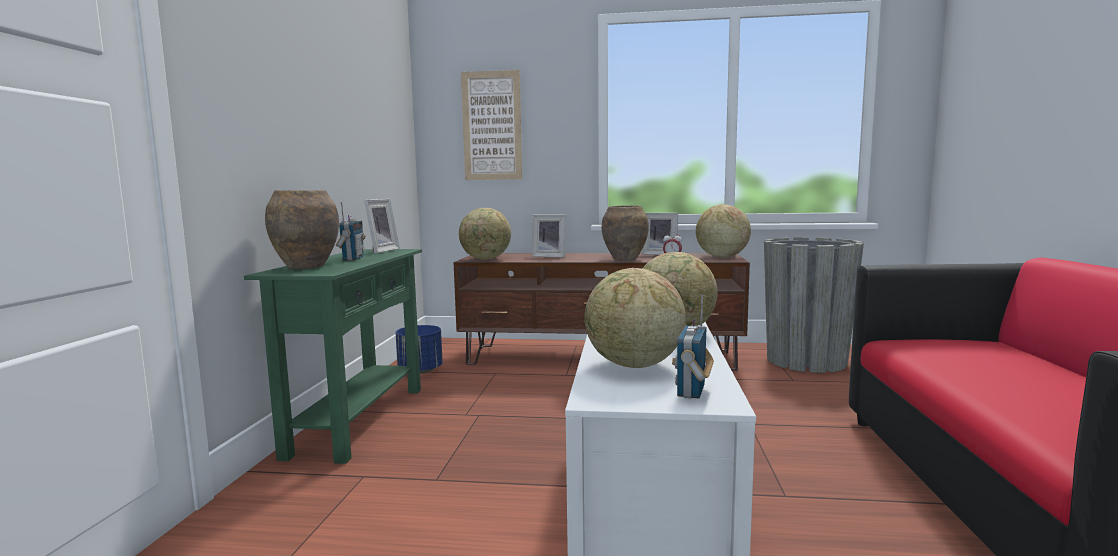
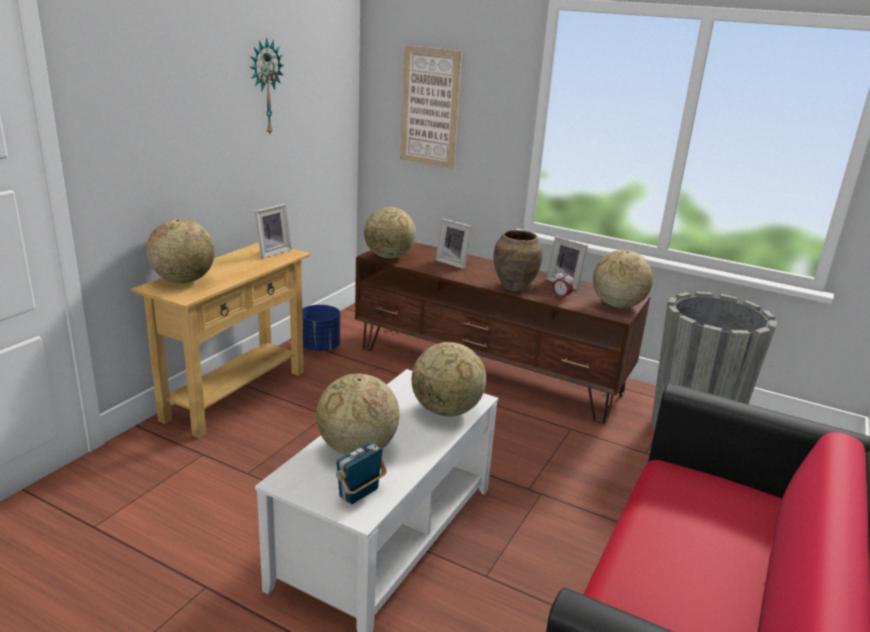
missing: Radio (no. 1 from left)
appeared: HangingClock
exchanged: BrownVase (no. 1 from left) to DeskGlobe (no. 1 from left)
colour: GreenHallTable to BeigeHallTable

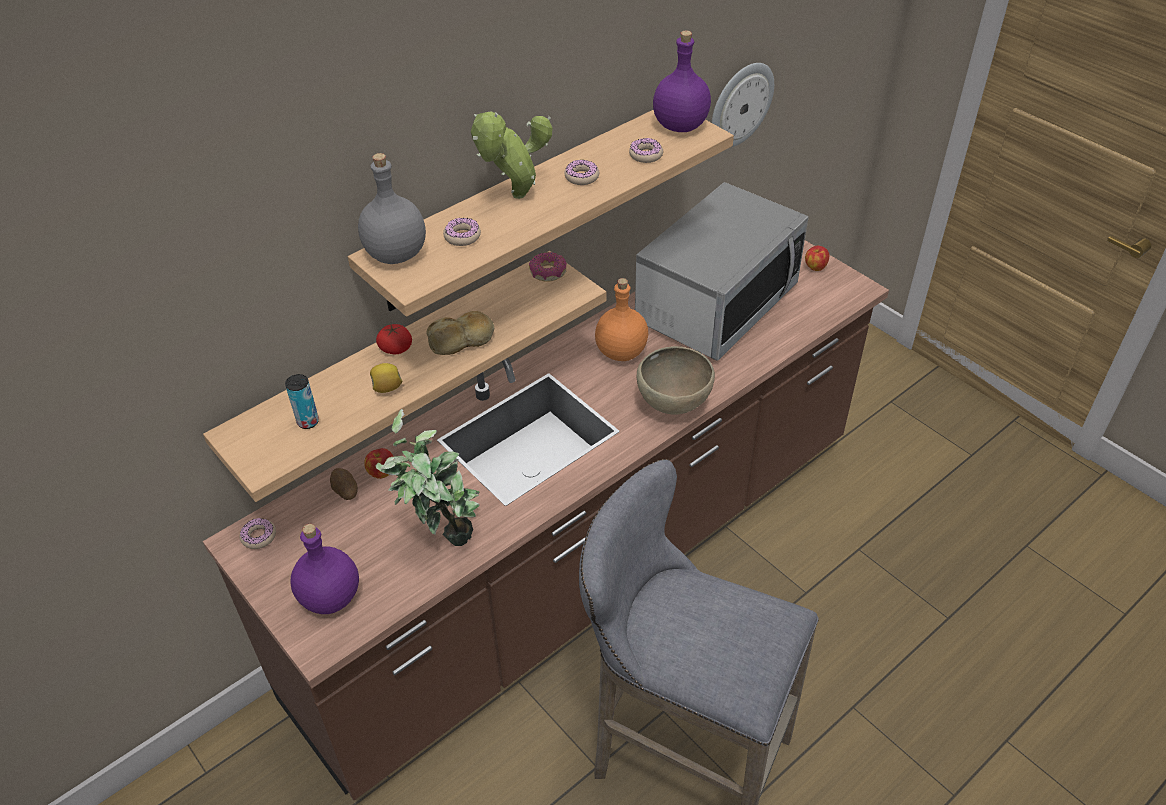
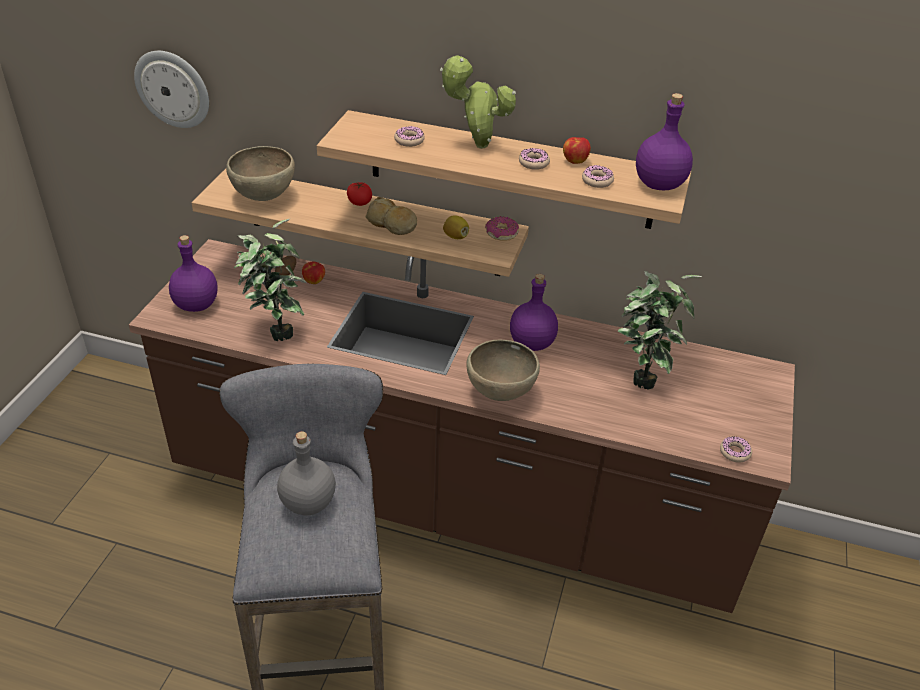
relocated: Doughnut (no. 1 from left in the first image) to Doughnut (no. 5 from left); GrayBeverageBottle; WholeLemon; HangingClock; Apple (no. 2 from left)
exchanged: Can to BrownServingBowl (no. 1 from left); MicrowaveOven to Houseplant (no. 3 from left)
colour: OrangeBeverageBottle to PurpleColouredBeverageBottle (no. 2 from left)

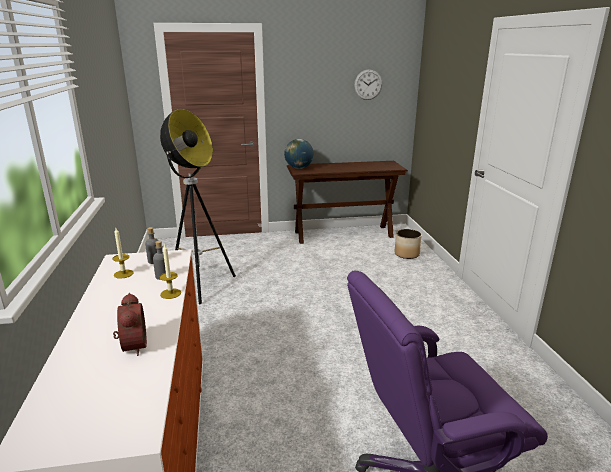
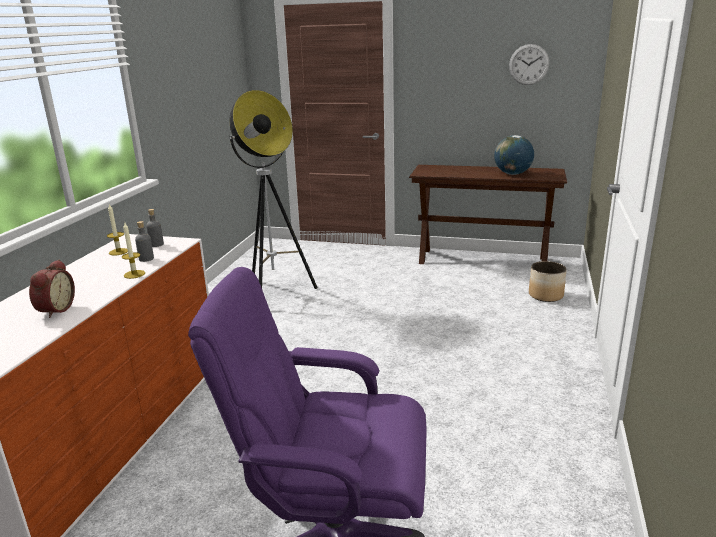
relocated: DeskGlobe

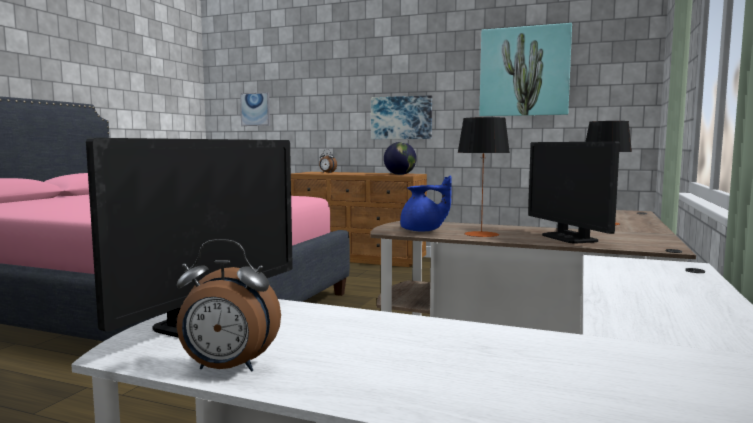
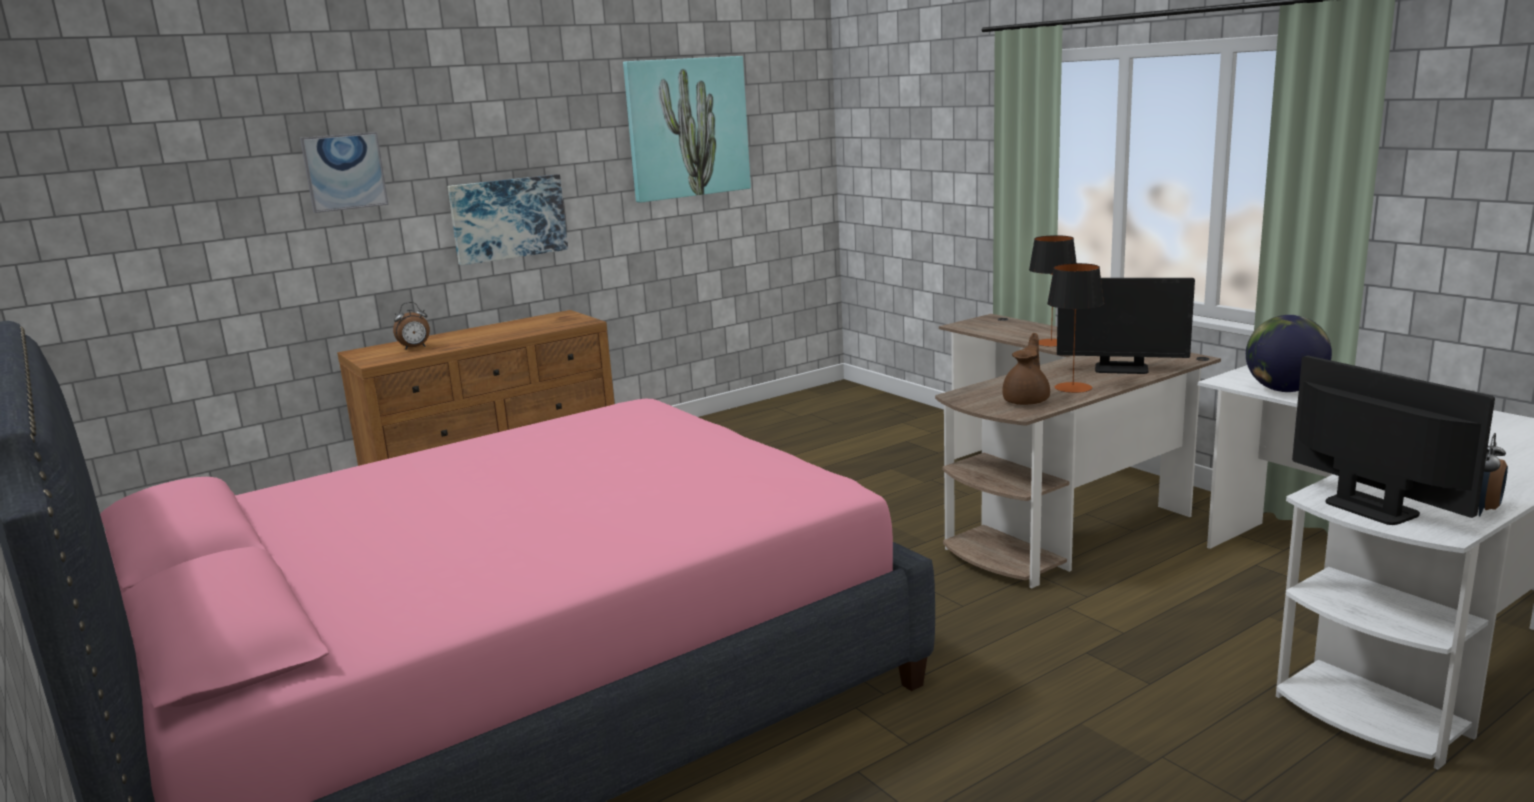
relocated: WallPicture (no. 1 from left); DeskGlobe
colour: BlueColouredPotForTea to BrownPotForTea

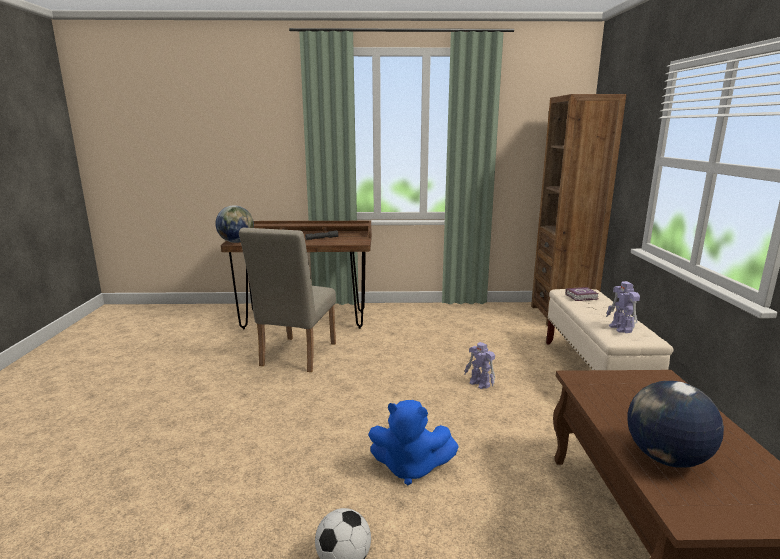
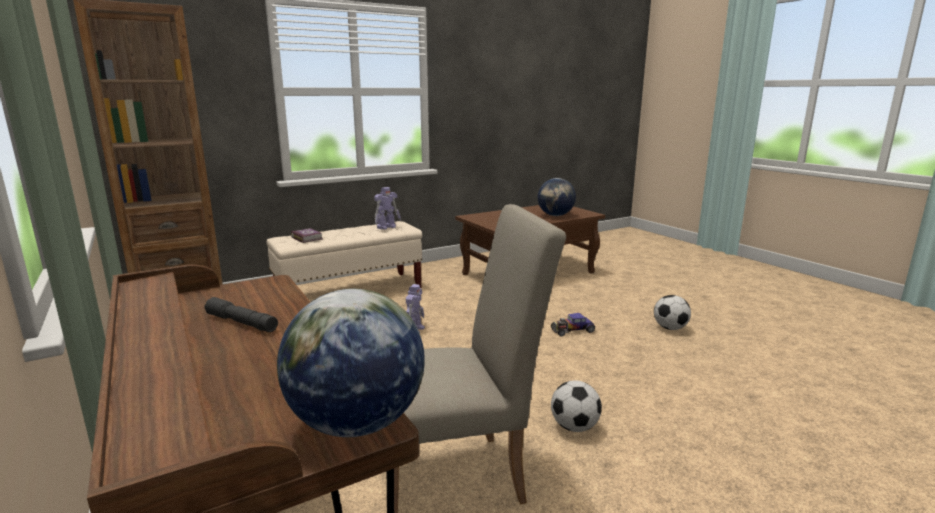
appeared: FootballBall (no. 1 from left)
exchanged: BlueColouredPlushToy to MiniatureCar

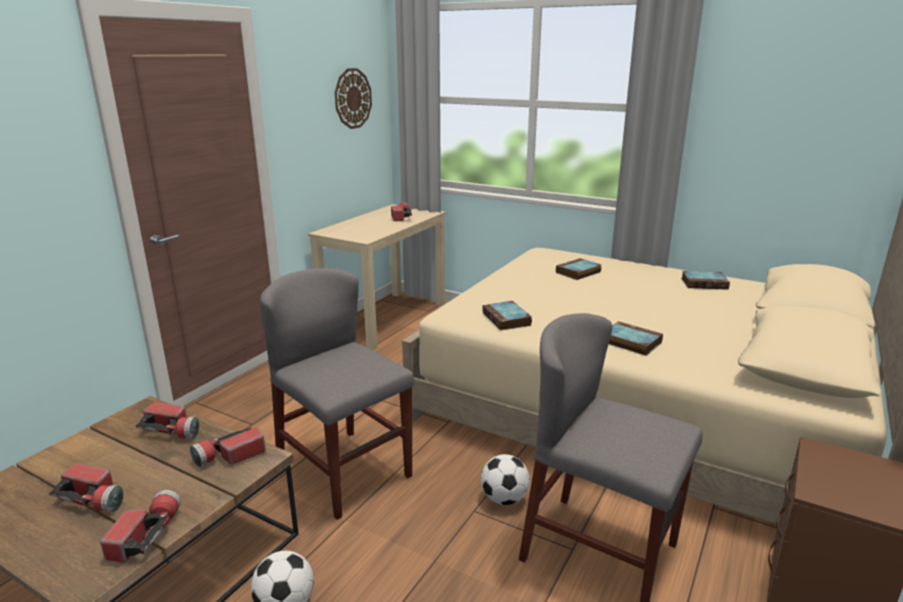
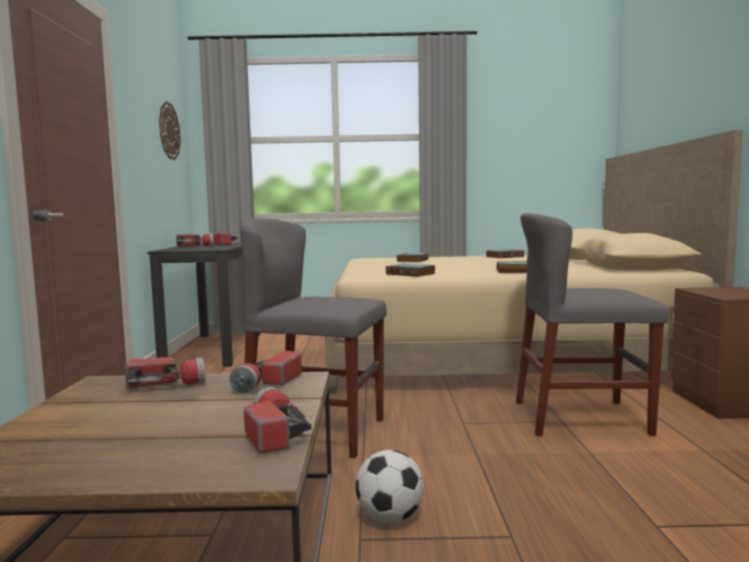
missing: FootballBall (no. 2 from left)
relocated: HandTorch (no. 1 from left in the first image) to HandTorch (no. 2 from left)
colour: BeigeDeskTable to BlackishDeskTable

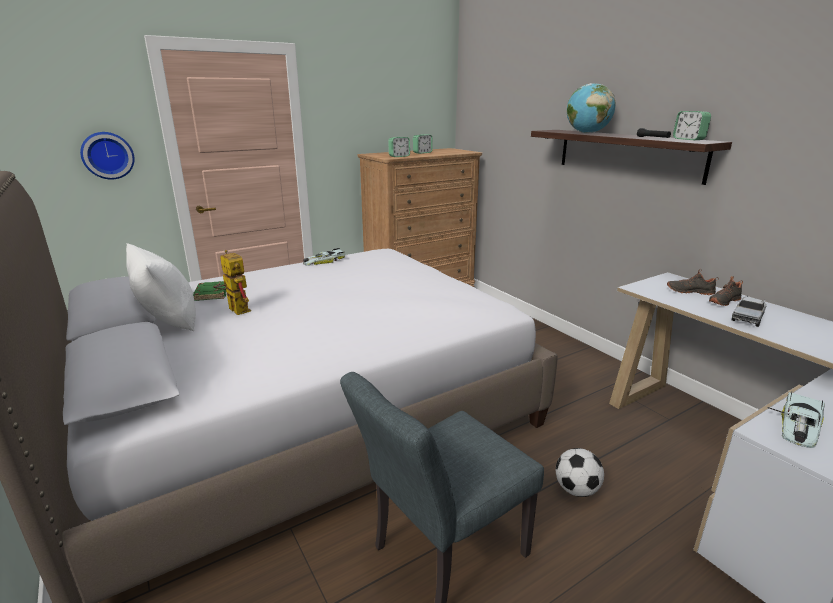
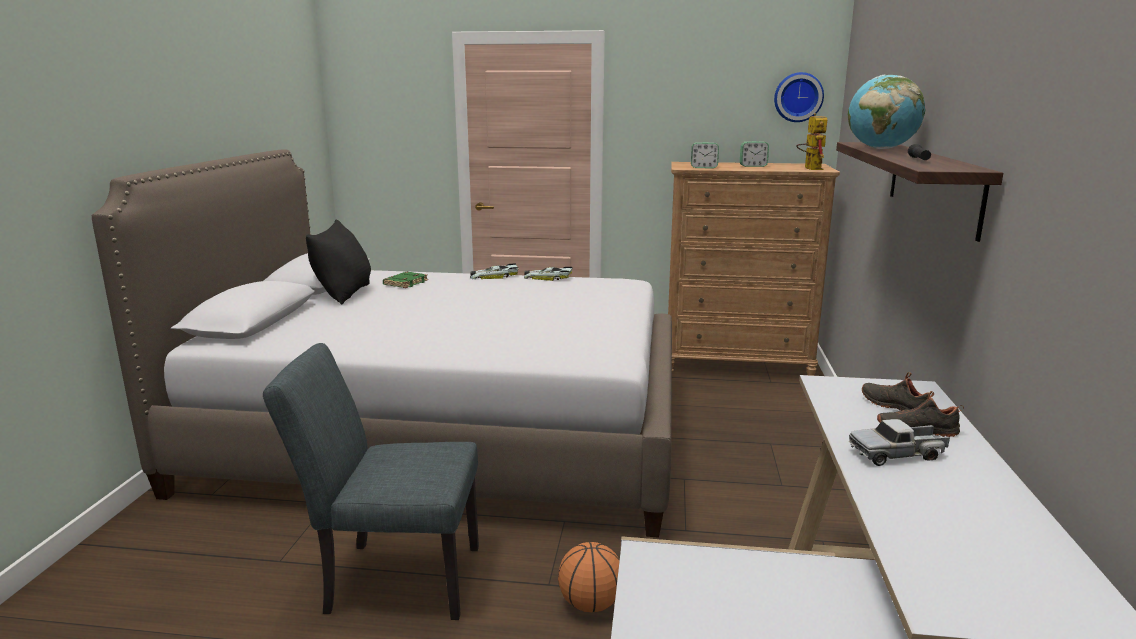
missing: BedsideClock (no. 3 from left)
relocated: HangingClock; ToyRobot; MiniatureCar (no. 2 from left in the first image) to MiniatureCar (no. 1 from left)
exchanged: FootballBall to Basketball
colour: WhitePillow to BlackishPillow

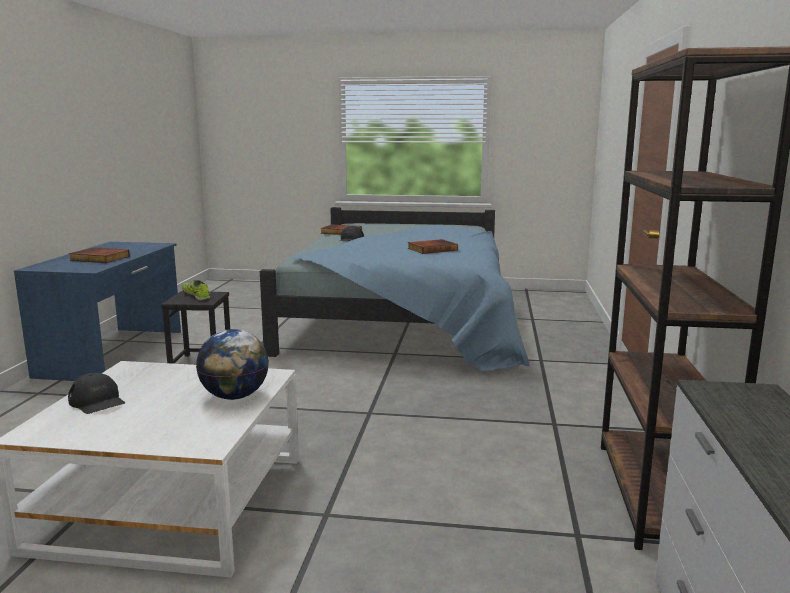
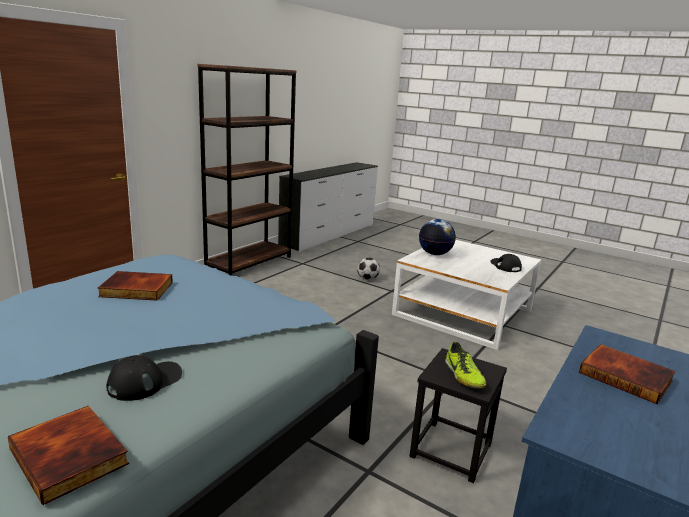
appeared: FootballBall

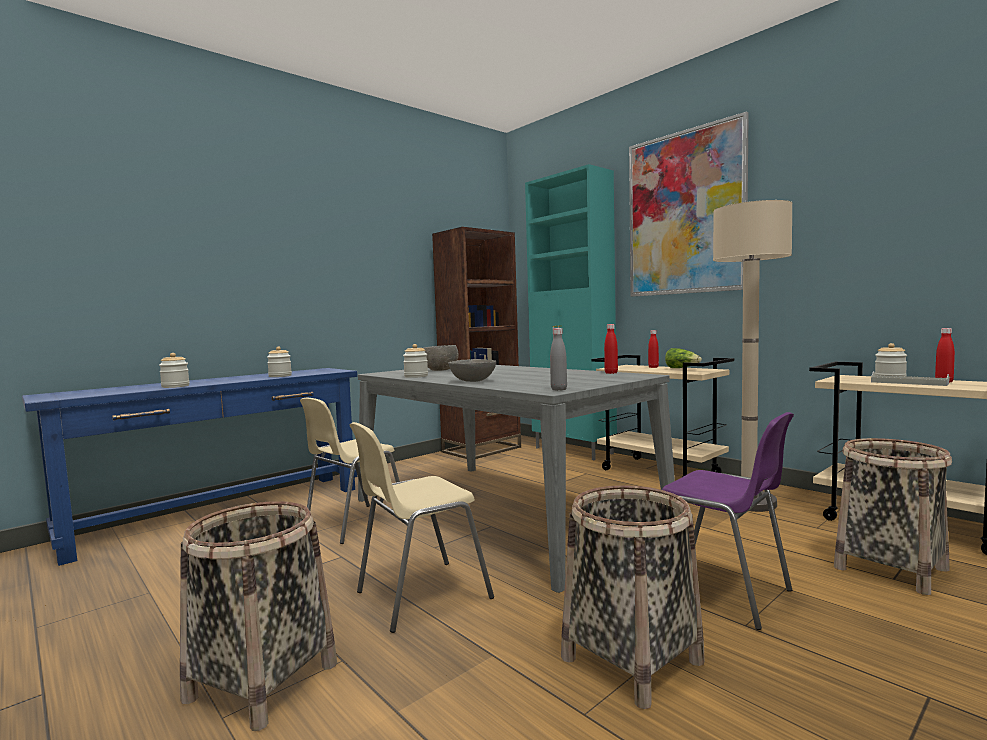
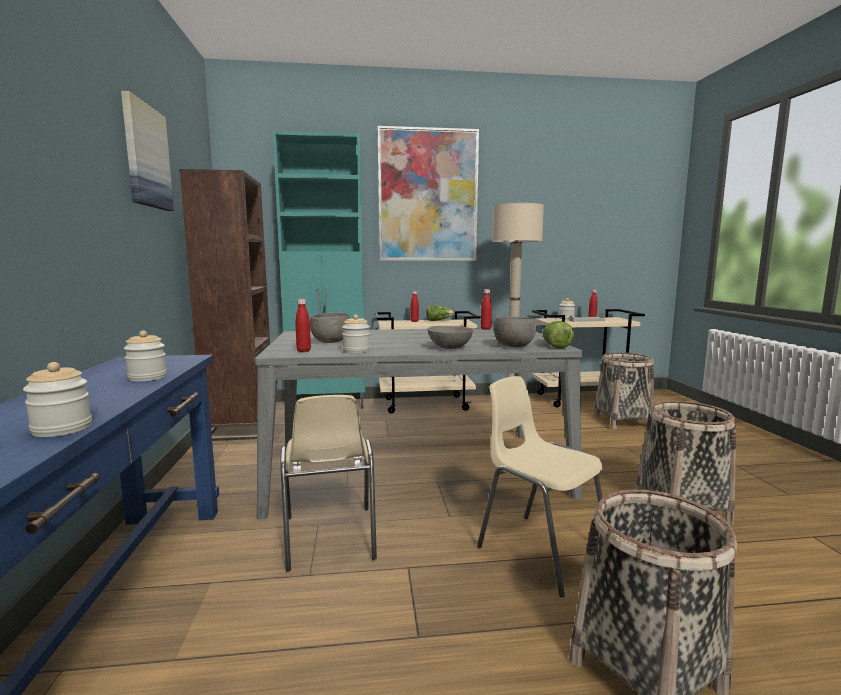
missing: PurpleColouredChair
appeared: WallPicture (no. 1 from left); RedBeverageBottle (no. 1 from left); GrayServingBowl (no. 3 from left)
exchanged: GrayBeverageBottle to HeadOfLettuce (no. 2 from left)
spun: BeigeChair (no. 2 from left) 135 degrees clockwise

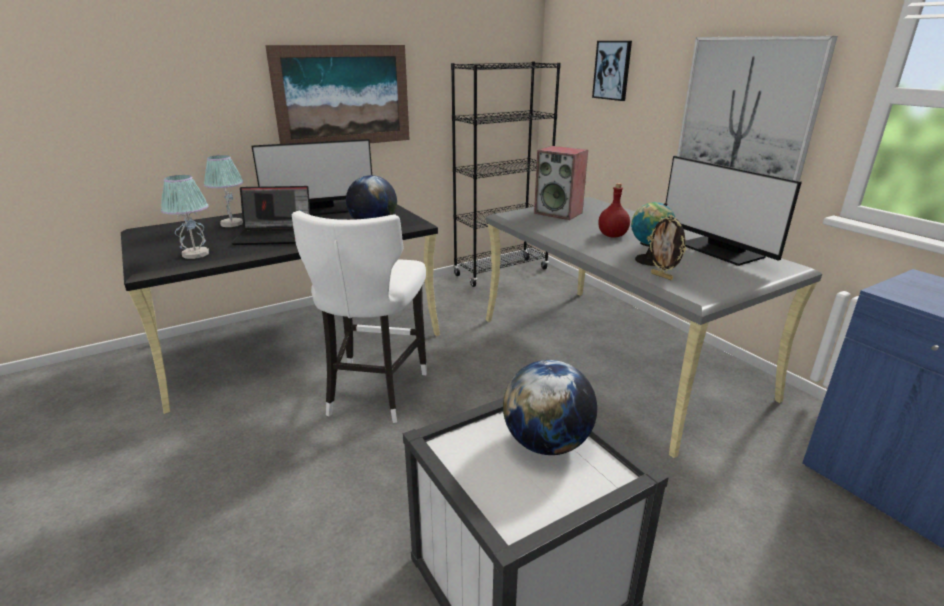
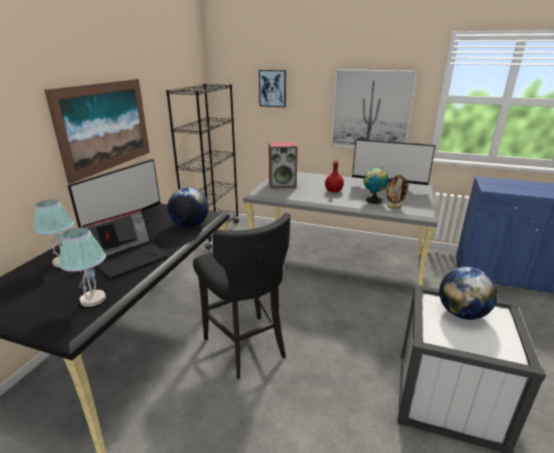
colour: WhiteStool to BlackishStool

